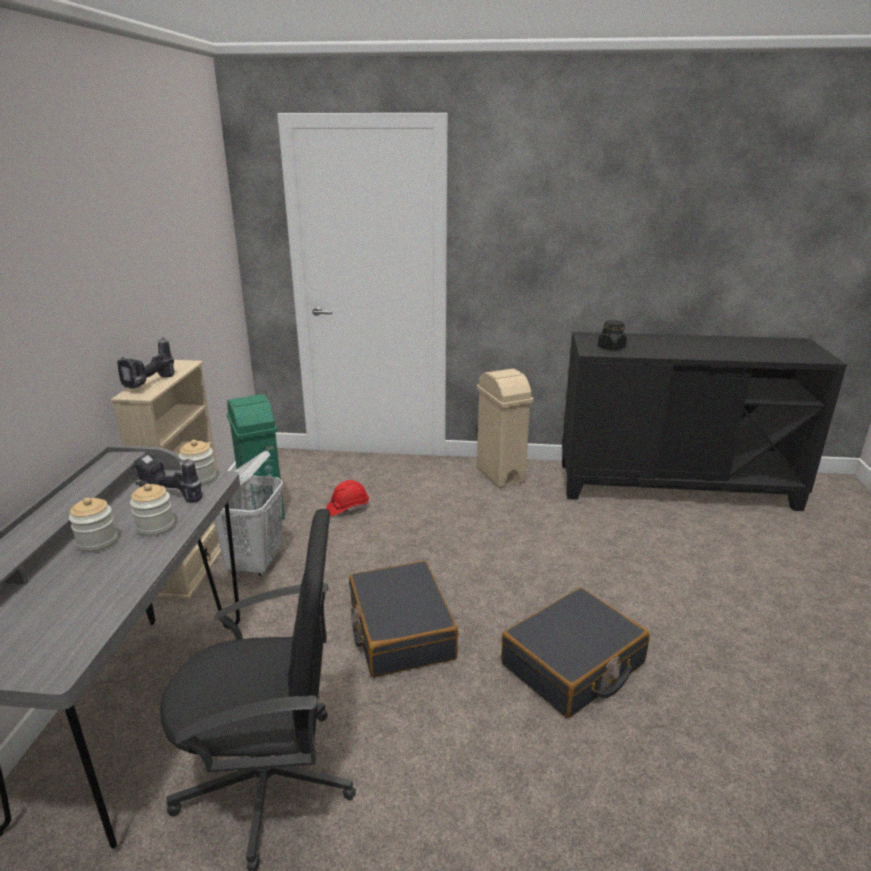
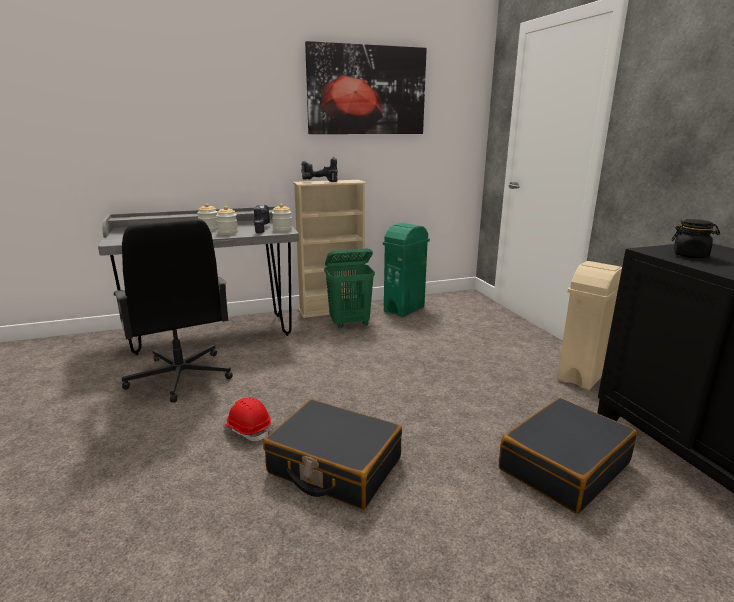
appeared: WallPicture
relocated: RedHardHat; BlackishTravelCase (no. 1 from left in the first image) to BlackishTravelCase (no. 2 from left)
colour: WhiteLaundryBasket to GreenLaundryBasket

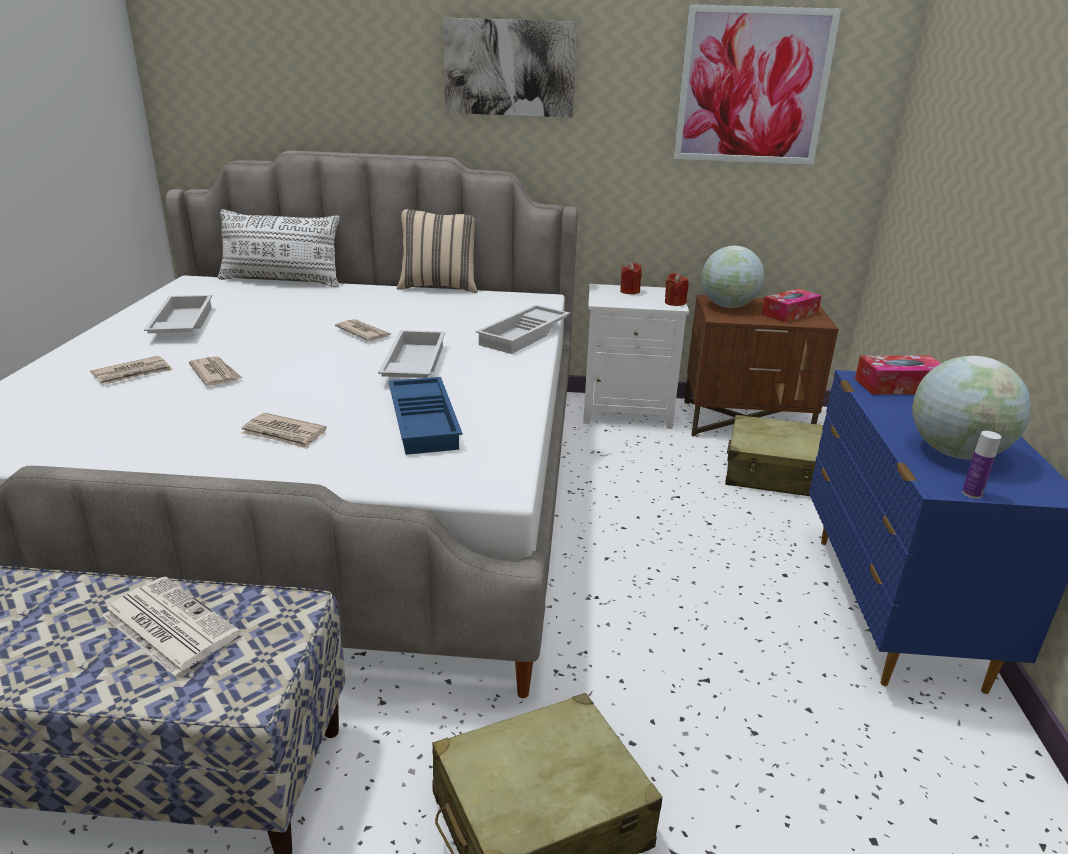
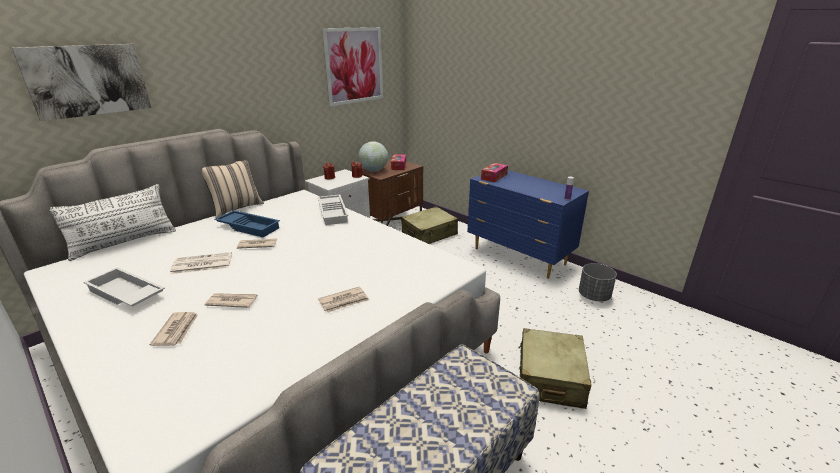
missing: WhiteServingTray (no. 2 from left); DeskGlobe (no. 2 from left)
appeared: GrayFlowerPot
relocated: Newspaper (no. 2 from left); BlueColouredServingTray; WallPicture (no. 1 from left)

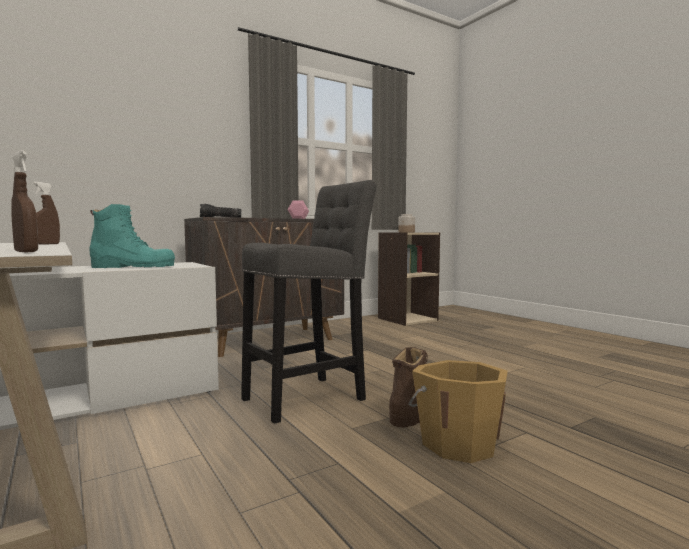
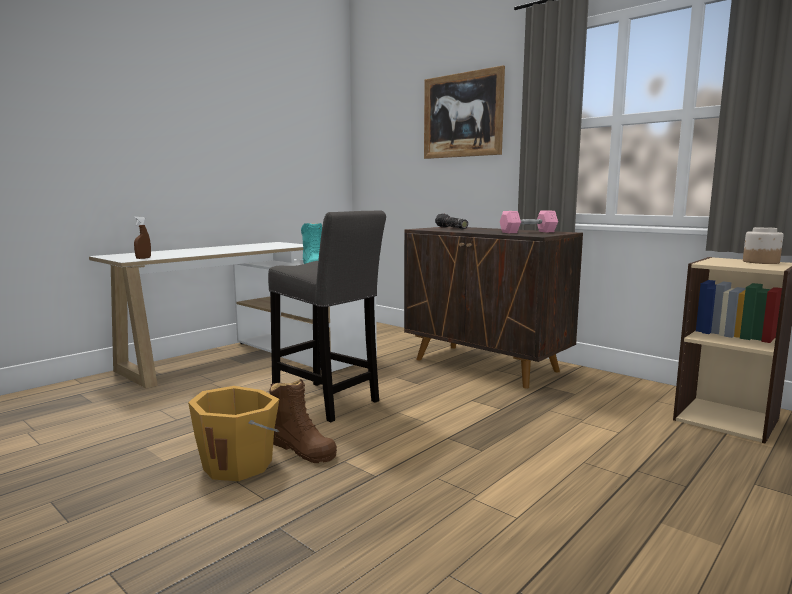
missing: BrownSprayBottle (no. 2 from left)
appeared: WallPicture

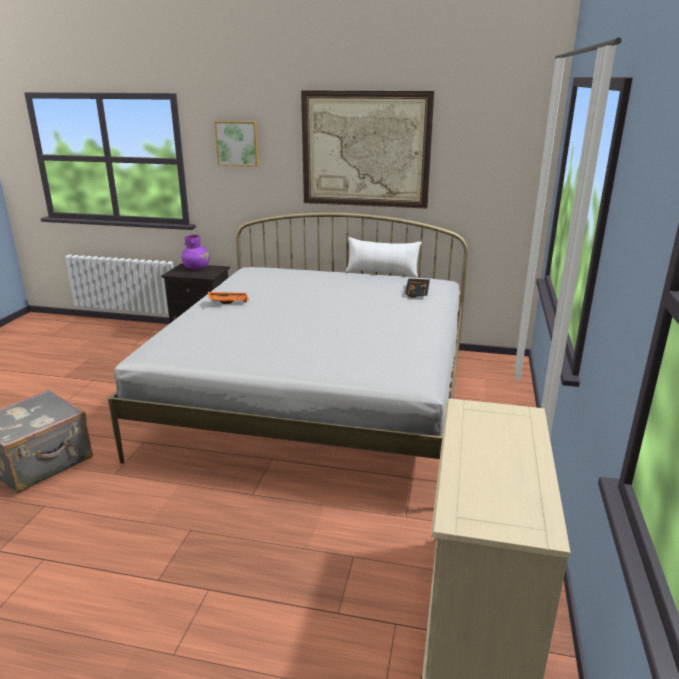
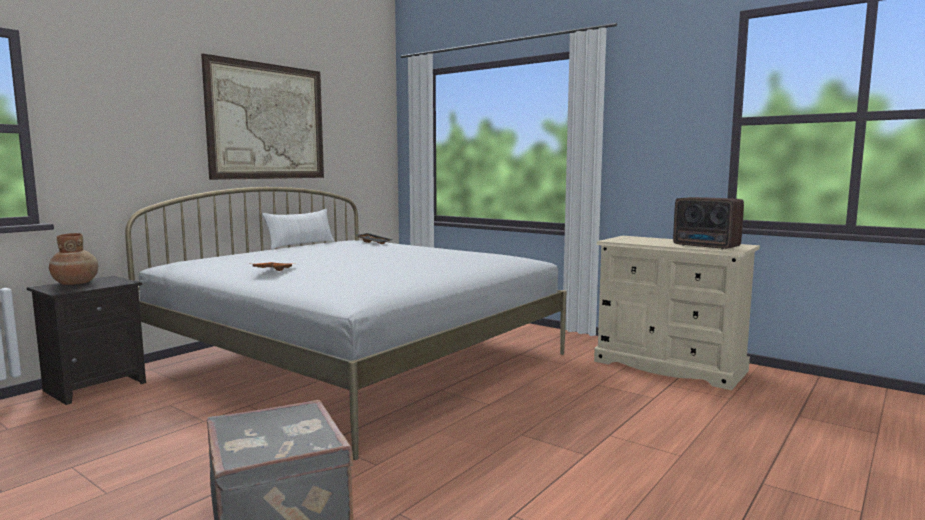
missing: WallPicture (no. 1 from left)
appeared: Radio
colour: PurpleColouredVase to BrownVase

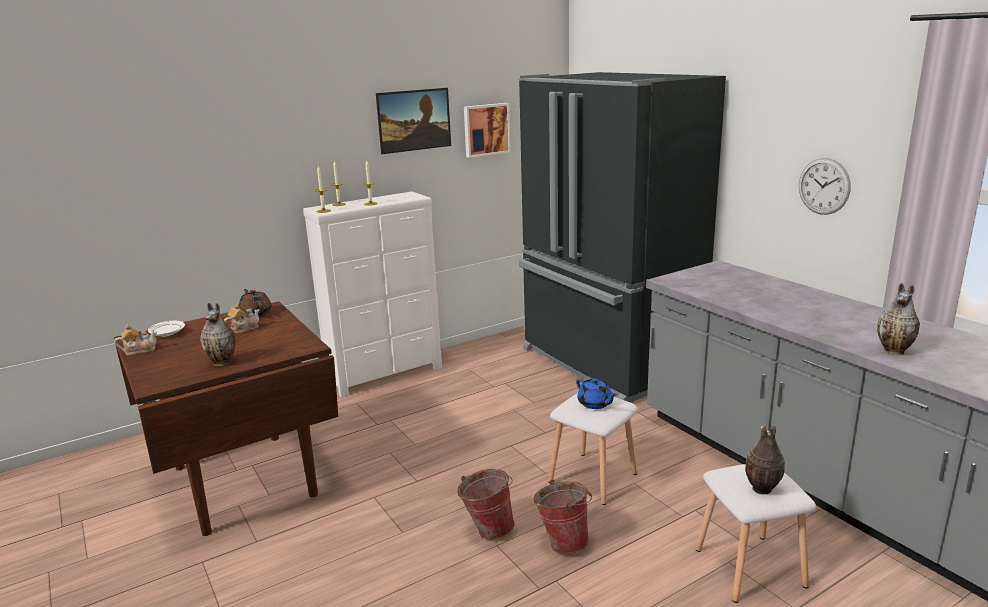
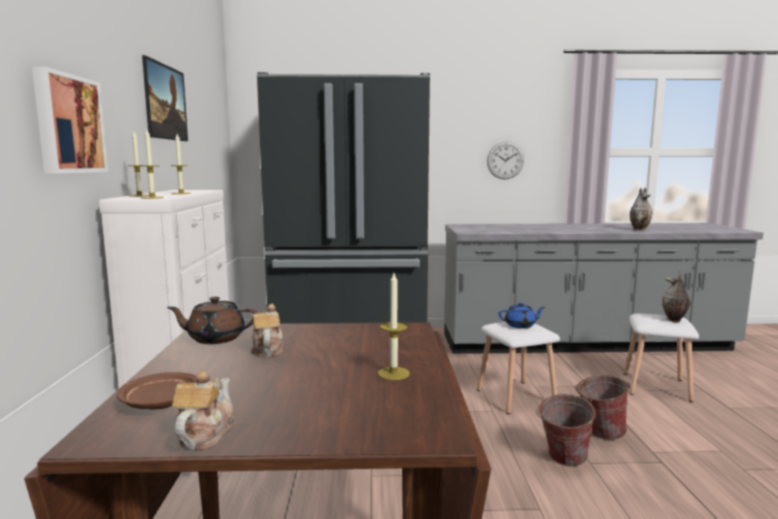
relocated: WallPicture (no. 2 from left in the first image) to WallPicture (no. 1 from left)
exchanged: Vase (no. 1 from left) to Candle (no. 4 from left)
colour: WhitePlate to BrownPlate

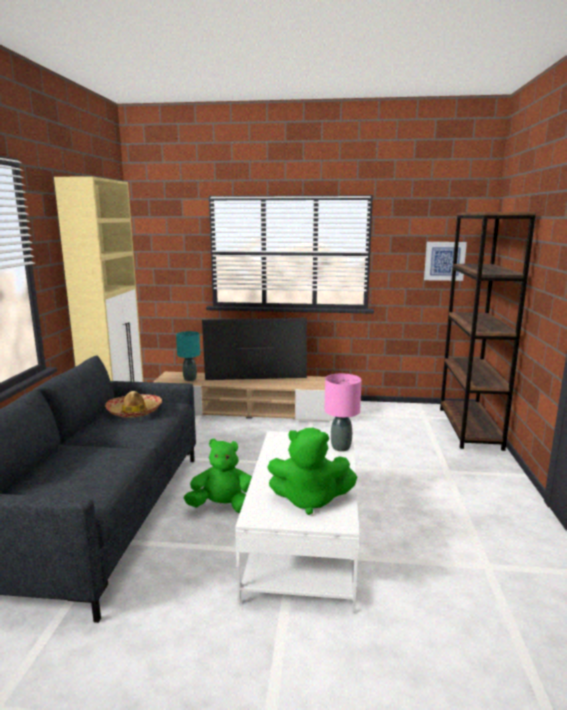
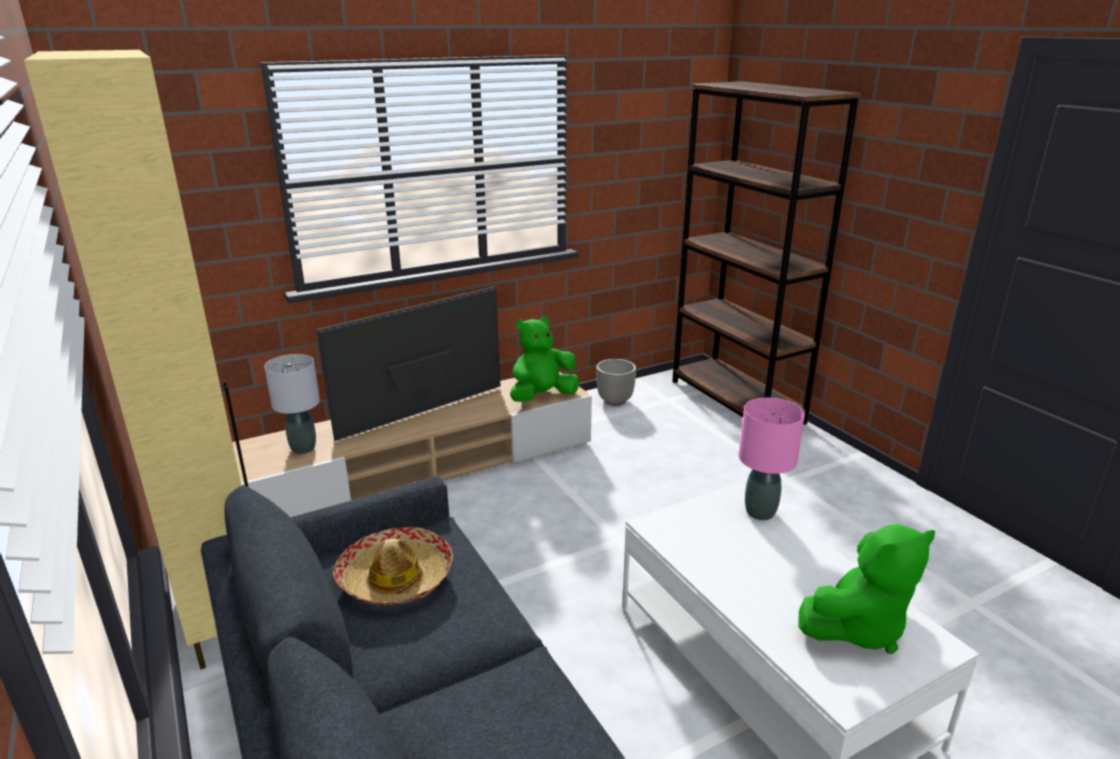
missing: WallPicture
appeared: FlowerPot
relocated: GreenPlushToy (no. 1 from left)
colour: TurquoiseColouredTabletopLamp to GrayTabletopLamp

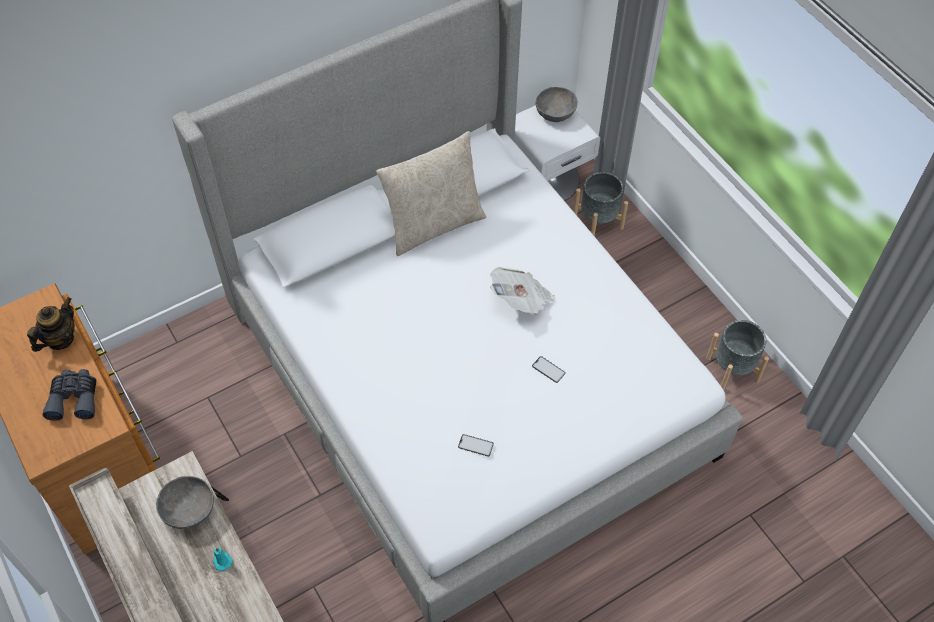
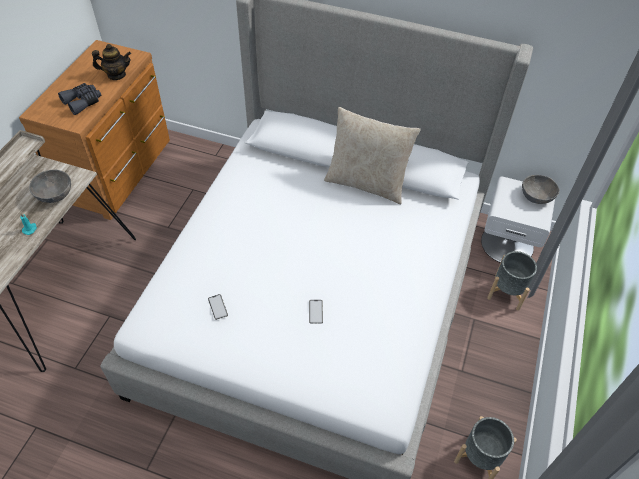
missing: Newspaper

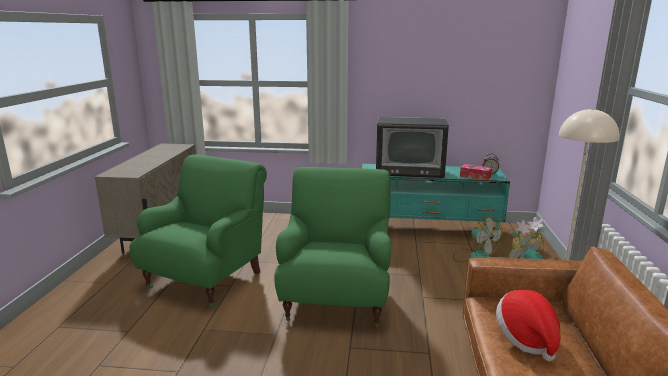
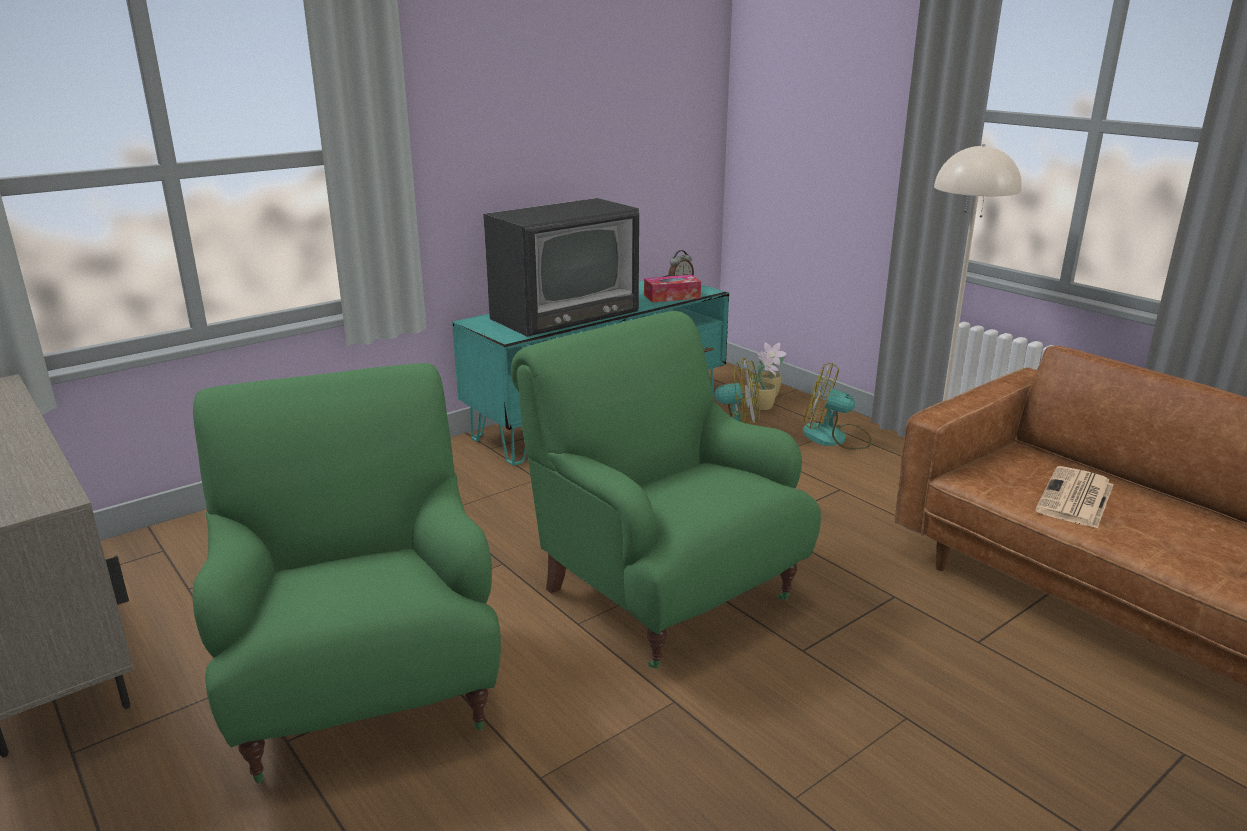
exchanged: ClothingHat to Newspaper

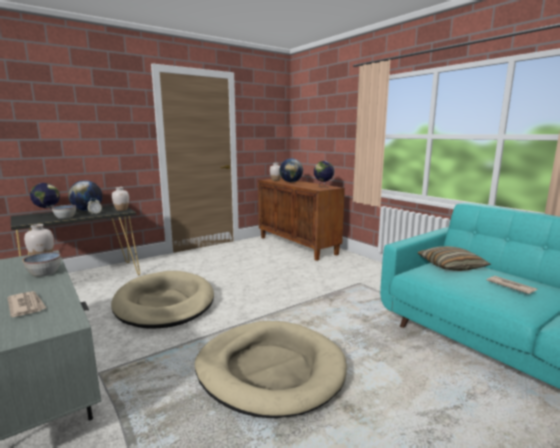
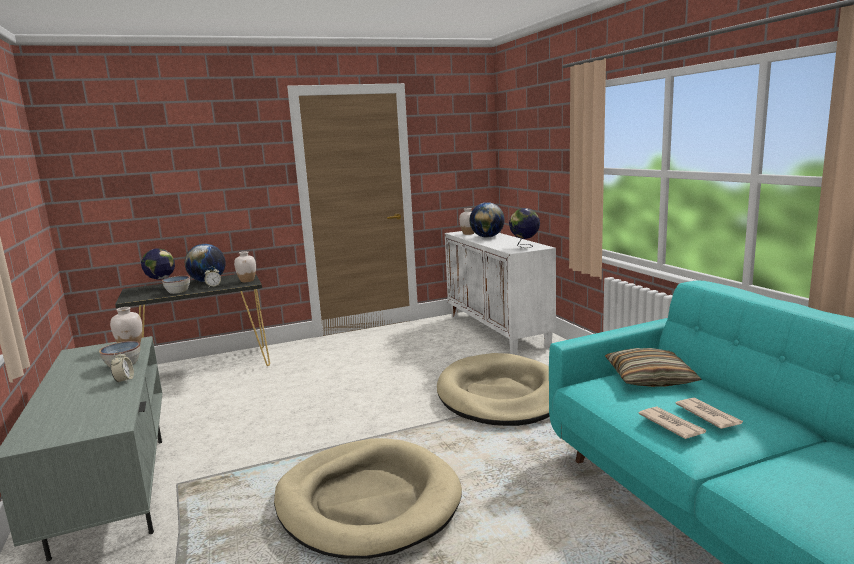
appeared: BedsideClock (no. 1 from left)
relocated: Newspaper (no. 1 from left); BeigeDogCushion (no. 1 from left in the first image) to BeigeDogCushion (no. 2 from left)
colour: BrownCupboard to WhiteCupboard

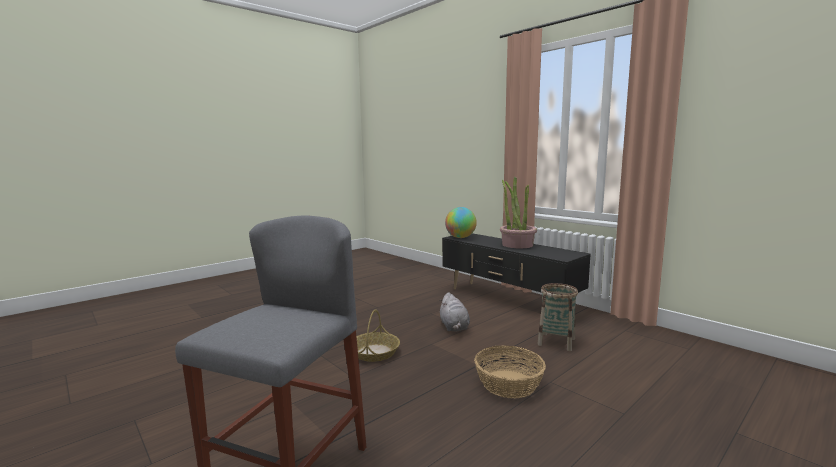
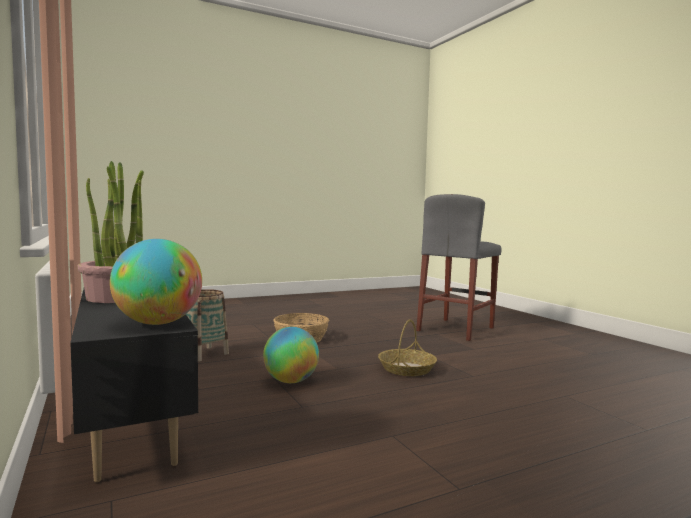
exchanged: GrayPlushToy to DeskGlobe (no. 2 from left)

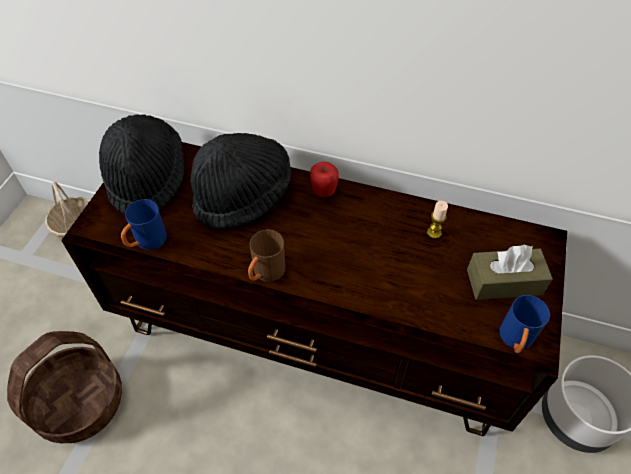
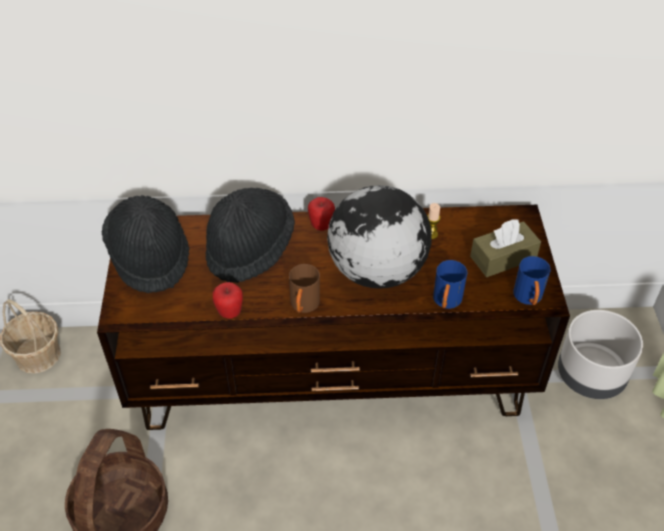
appeared: Apple (no. 1 from left); DeskGlobe
relocated: BlueColouredCoffeeMug (no. 1 from left)

